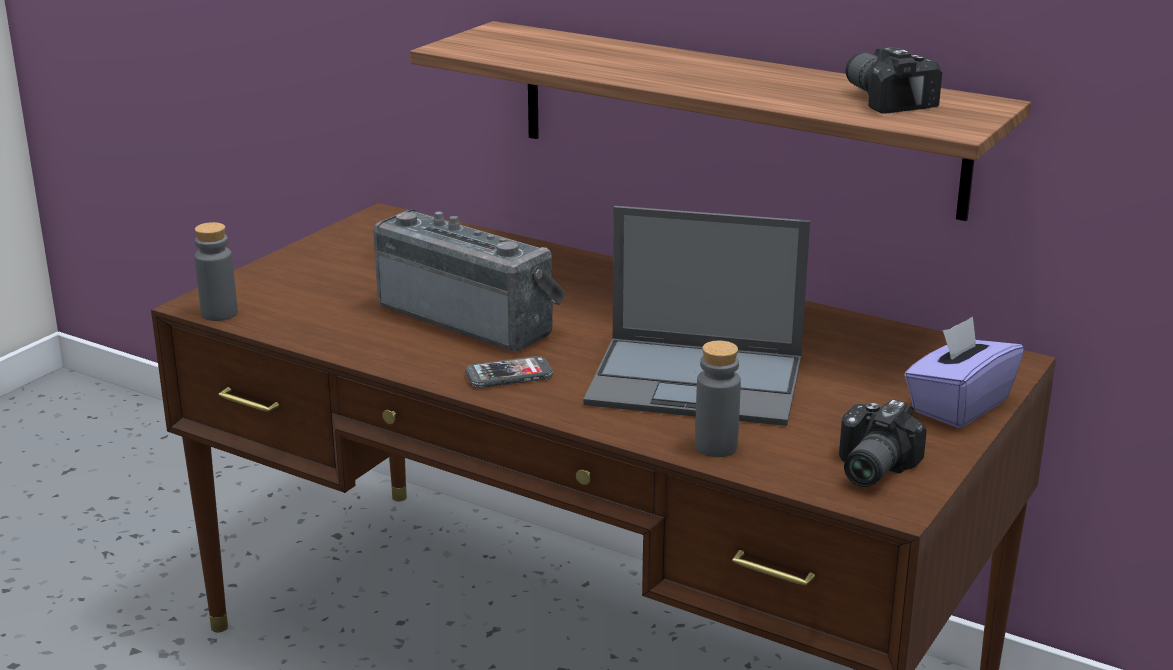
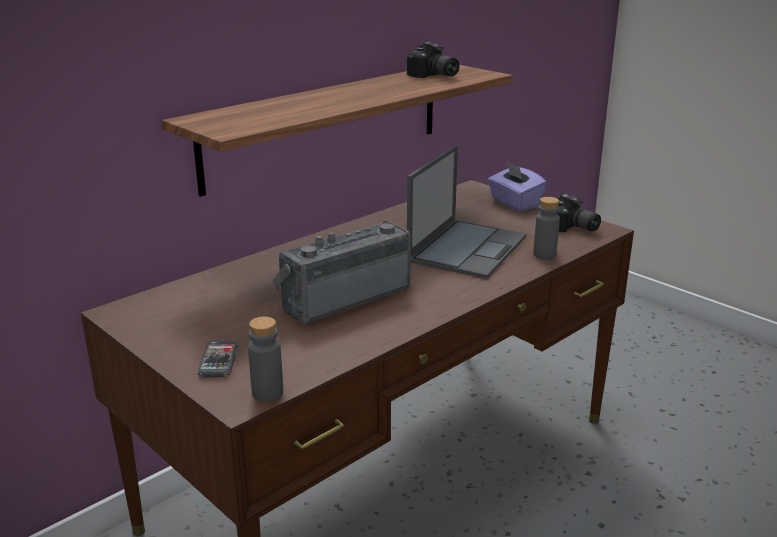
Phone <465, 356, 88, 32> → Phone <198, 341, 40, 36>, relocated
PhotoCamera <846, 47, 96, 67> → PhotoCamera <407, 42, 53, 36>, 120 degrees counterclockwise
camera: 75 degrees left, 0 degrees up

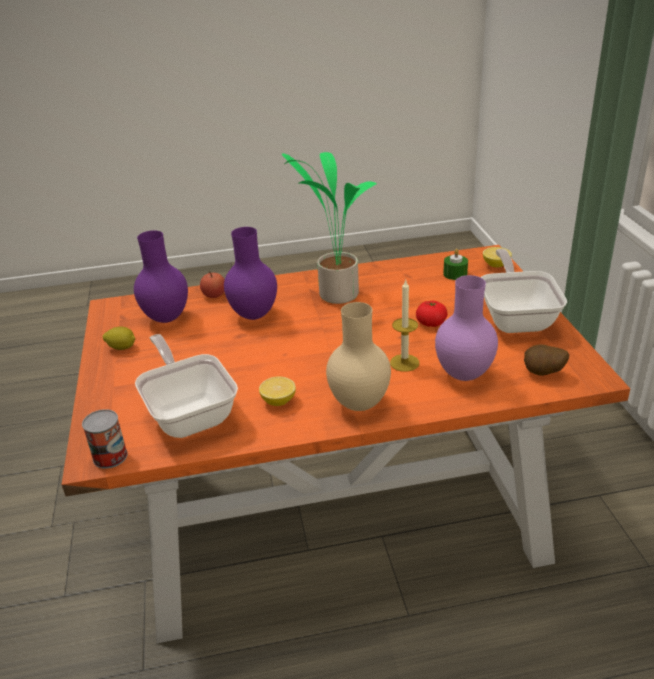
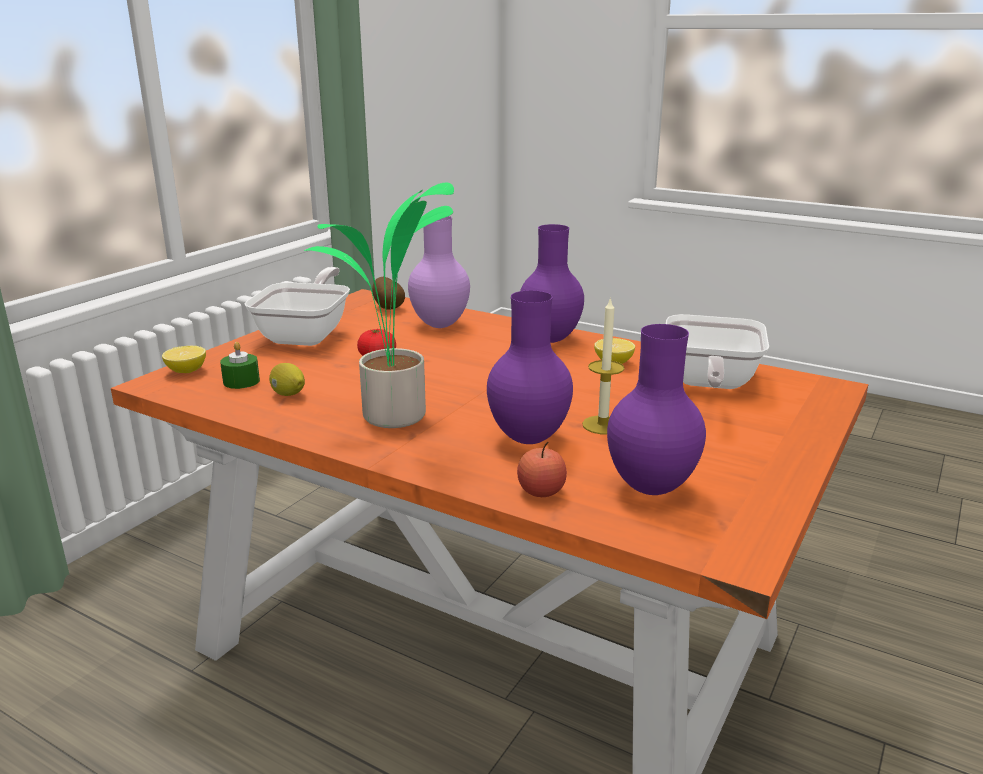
FryingPan <481, 249, 86, 84> → FryingPan <244, 267, 106, 79>, 150 degrees clockwise
Lemon <102, 327, 33, 23> → Lemon <269, 363, 36, 33>, relocated
BeigeVase <326, 302, 65, 109> → PurpleVase <520, 224, 64, 119>
Candle <390, 280, 29, 92> → Candle <582, 297, 43, 137>, relocated
Can <82, 409, 46, 60> → -
camera: 140 degrees left, 10 degrees down

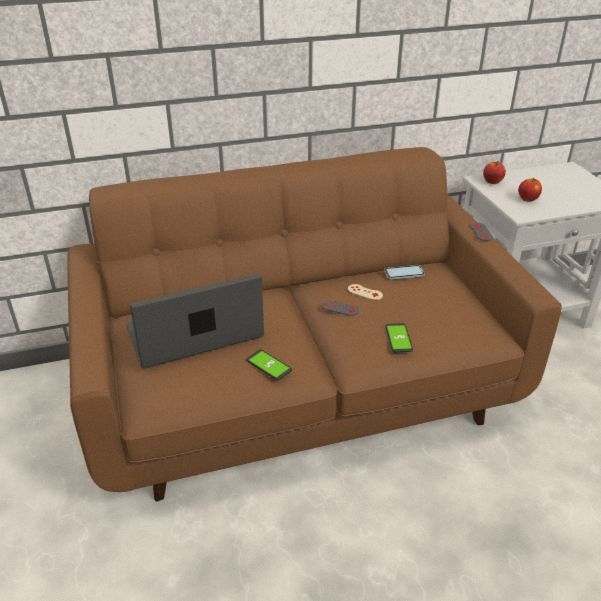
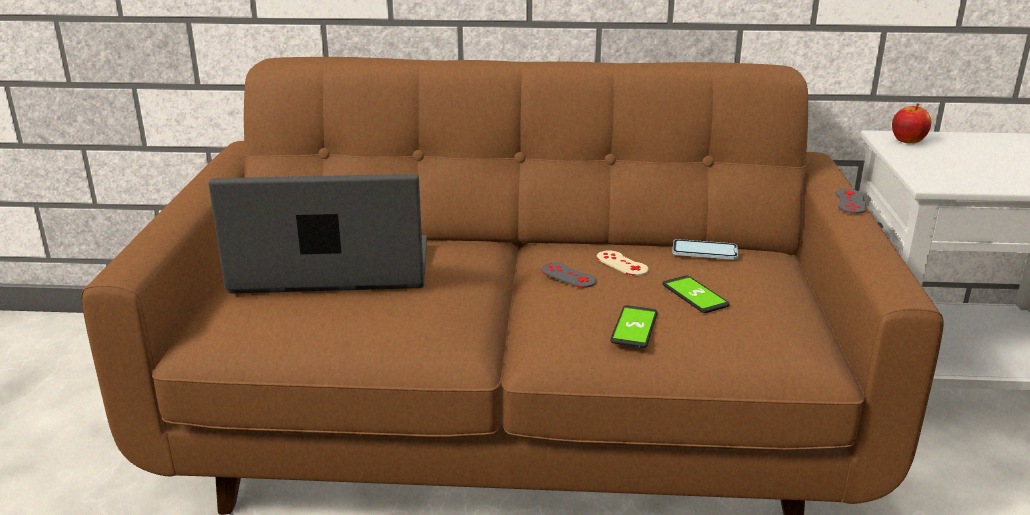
Phone <246, 350, 46, 30> → Phone <663, 276, 67, 37>, relocated
Apple <518, 178, 24, 24> → -
camera: 20 degrees right, 10 degrees down

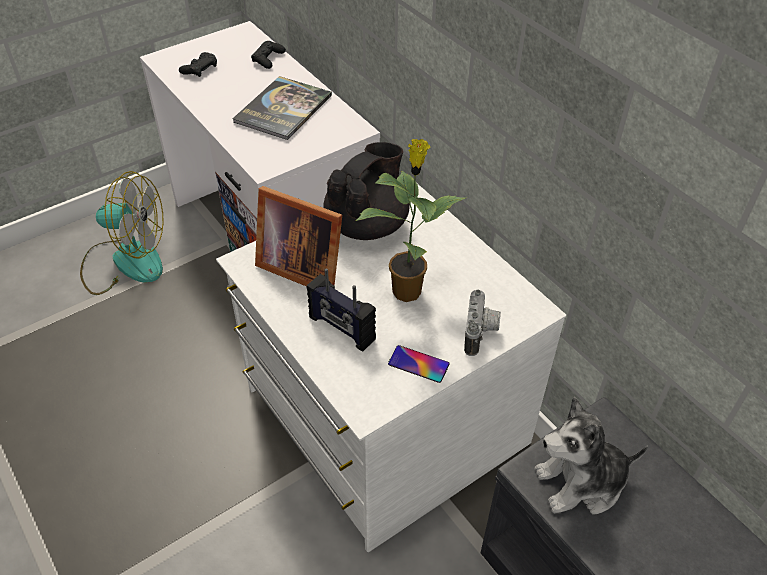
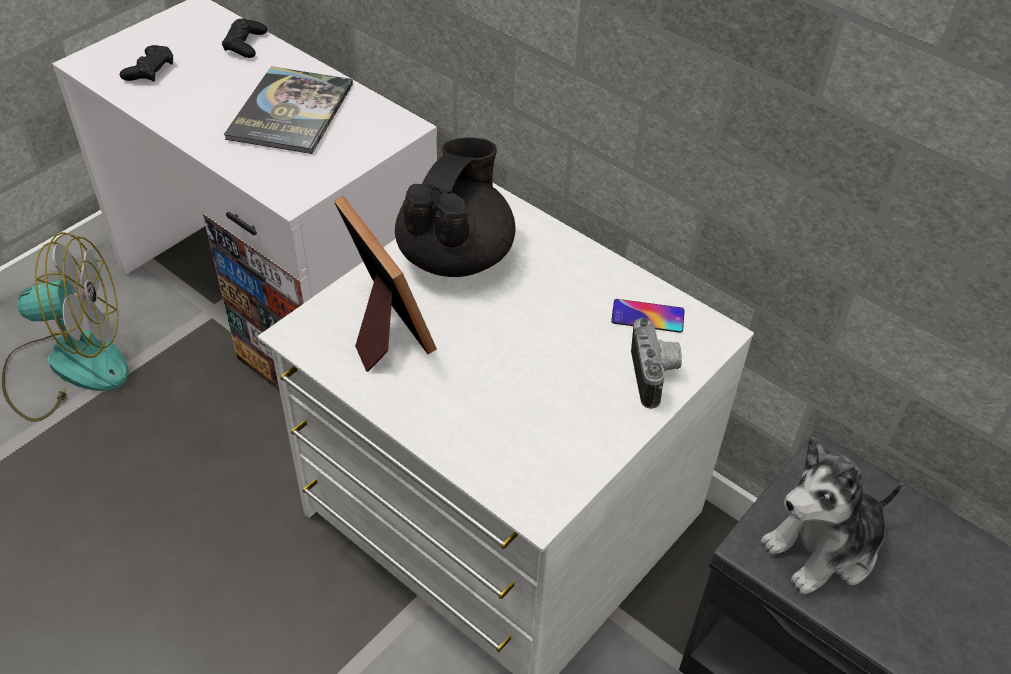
PictureFrame <255, 186, 87, 101> → PictureFrame <334, 196, 103, 176>, 135 degrees counterclockwise
Phone <388, 345, 62, 38> → Phone <611, 299, 74, 34>, relocated
Radio <307, 268, 69, 84> → -
PottedPlant <356, 139, 110, 163> → -
camera: 15 degrees left, 0 degrees up

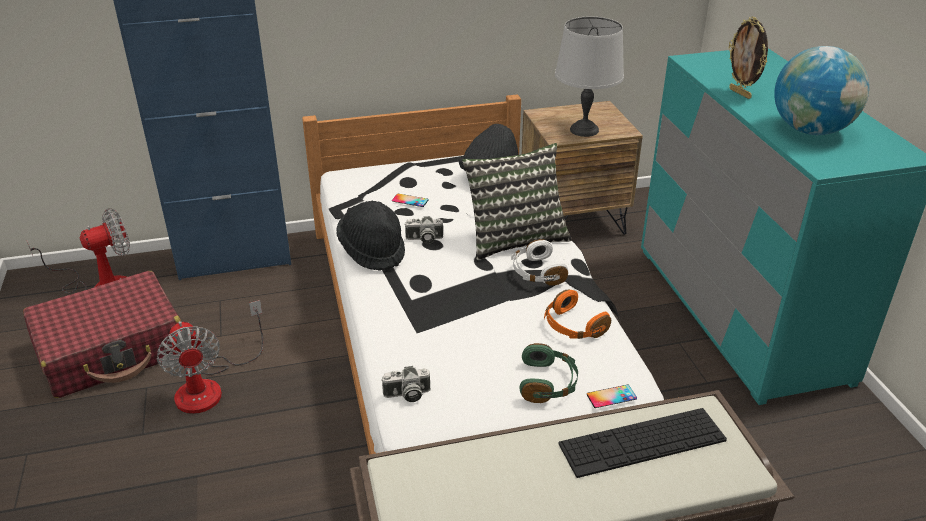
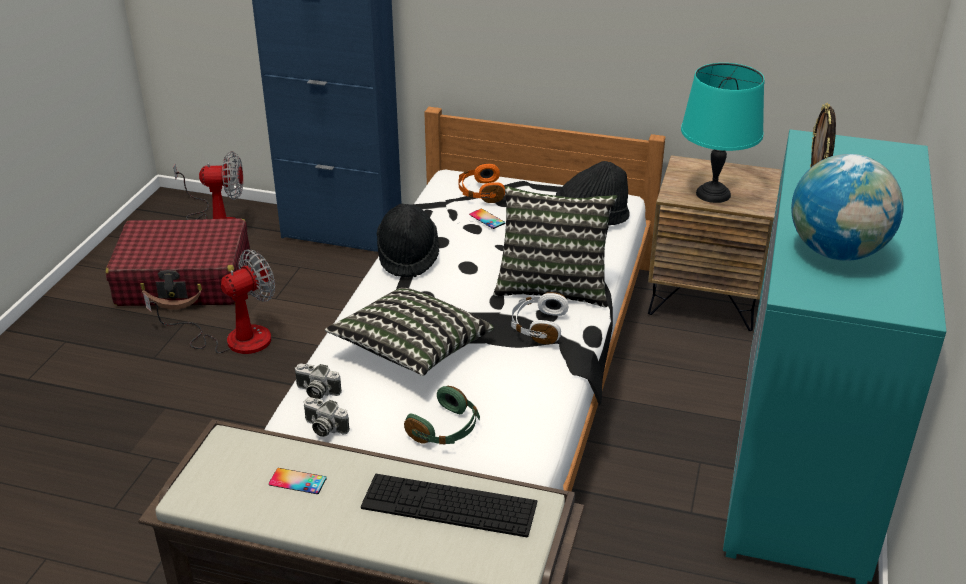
Fan <157, 300, 106, 114> → Fan <143, 249, 132, 105>, 135 degrees counterclockwise
Phone <587, 385, 50, 23> → Phone <269, 468, 58, 26>, relocated
PhotoCamera <404, 216, 39, 28> → PhotoCamera <304, 397, 46, 40>, relocated
- → Pillow <325, 287, 169, 89>
OrangeHeadphones <544, 289, 67, 50> → OrangeHeadphones <458, 163, 47, 40>, relocated
GreyTableLamp <555, 16, 69, 121> → TurquoiseTableLamp <681, 63, 83, 140>
camera: 30 degrees right, 0 degrees up

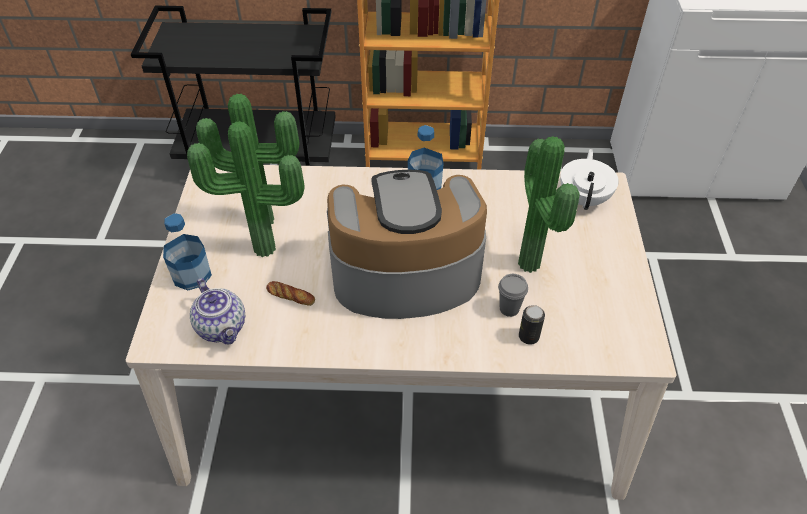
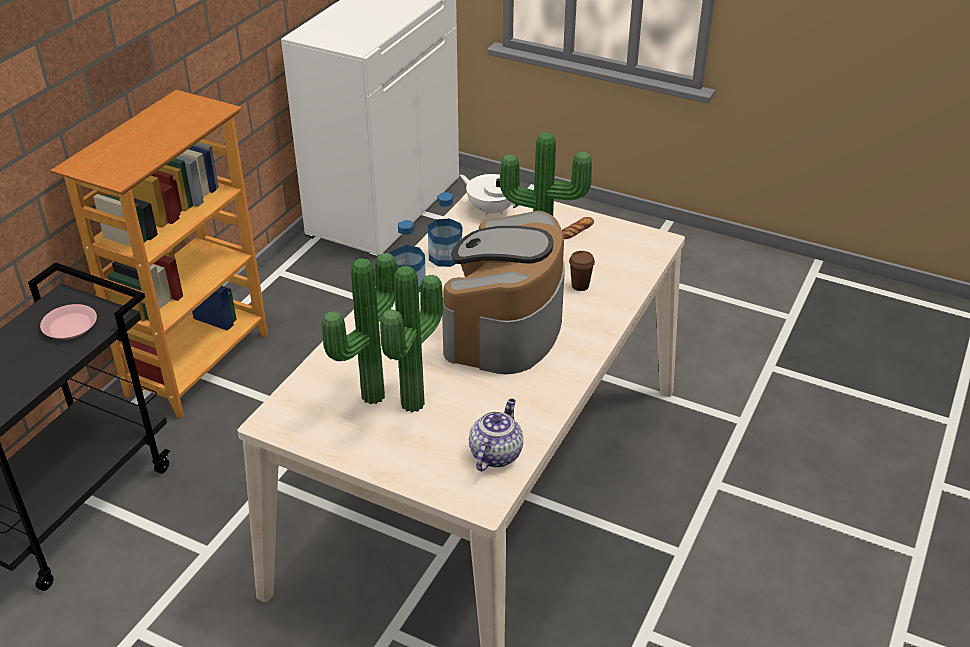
- → PinkPlate <40, 304, 57, 35>
Bottle <163, 213, 49, 77> → Bottle <428, 192, 34, 75>, relocated
Teapot <190, 278, 55, 66> → Teapot <469, 398, 54, 73>, 60 degrees counterclockwise
Bread <266, 281, 49, 25> → Bread <562, 217, 32, 22>, relocated
GreyCup <498, 274, 30, 43> → BrownCup <569, 251, 26, 40>
Can <519, 305, 26, 40> → -
camera: 65 degrees left, 10 degrees down

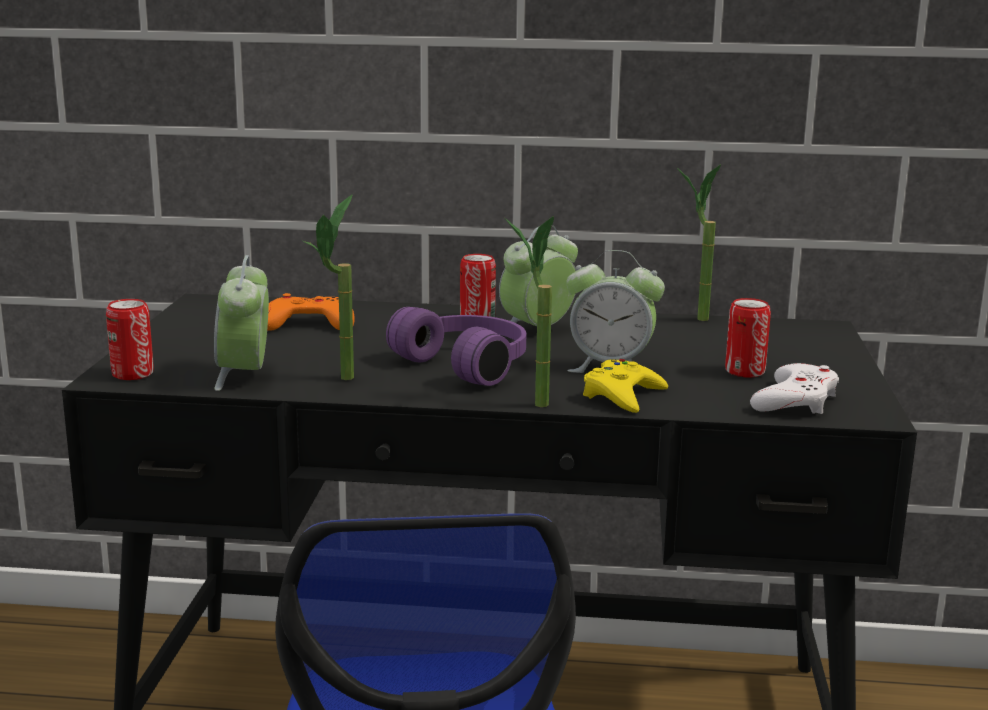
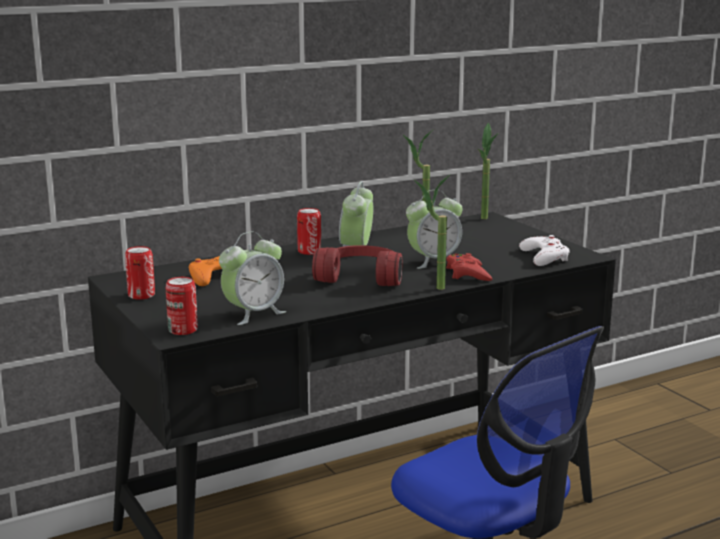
Can <725, 298, 46, 80> → Can <125, 246, 30, 54>, relocated
AlarmClock <214, 255, 55, 136> → AlarmClock <219, 232, 67, 93>, 90 degrees counterclockwise
PurpleHeadphones <386, 307, 140, 79> → RedHeadphones <312, 245, 90, 41>
YellowGameController <583, 359, 85, 54> → RedGameController <446, 253, 46, 28>
PottedPlant <303, 194, 51, 186> → PottedPlant <478, 123, 20, 96>, relocated
camera: 35 degrees left, 0 degrees up

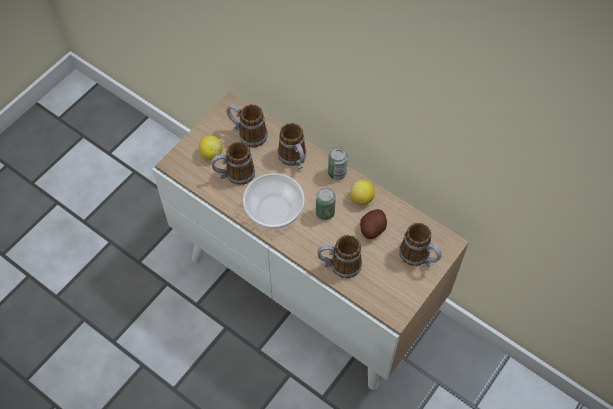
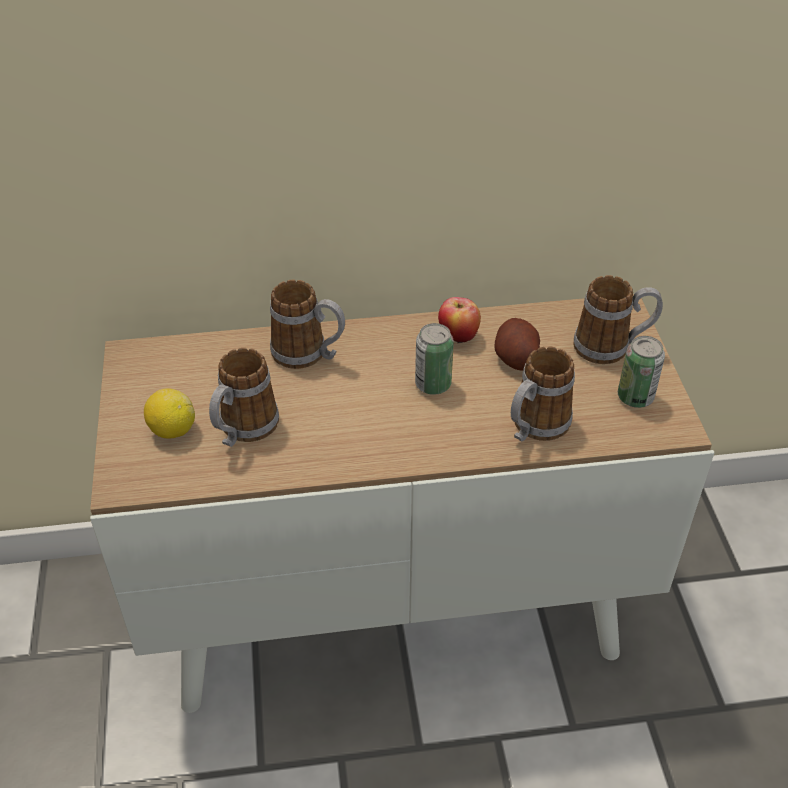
Lemon <350, 180, 25, 25> → Apple <438, 297, 43, 46>
Can <328, 147, 20, 33> → Can <618, 336, 47, 72>, relocated
Mug <227, 104, 41, 43> → -
Bowl <243, 173, 62, 56> → -
camera: 45 degrees left, 15 degrees down

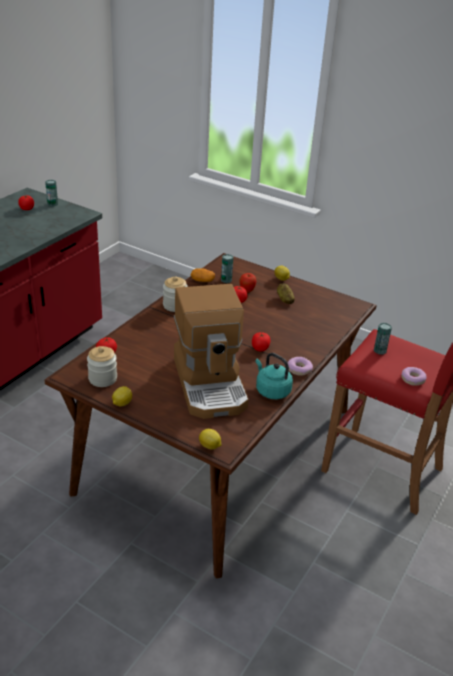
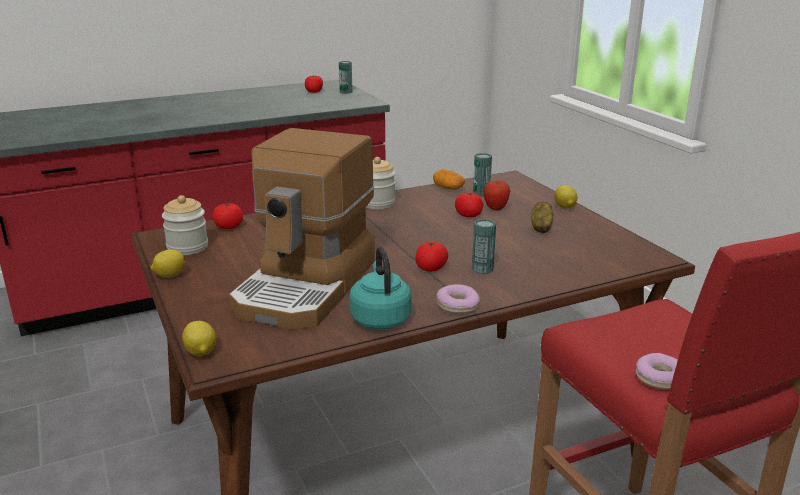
Can <374, 323, 18, 32> → Can <472, 219, 24, 55>, relocated
camera: 35 degrees right, 10 degrees down

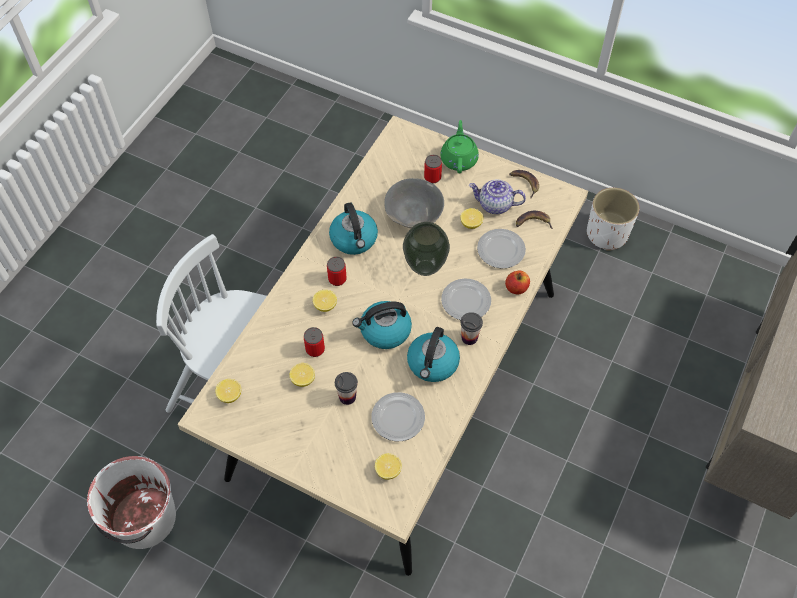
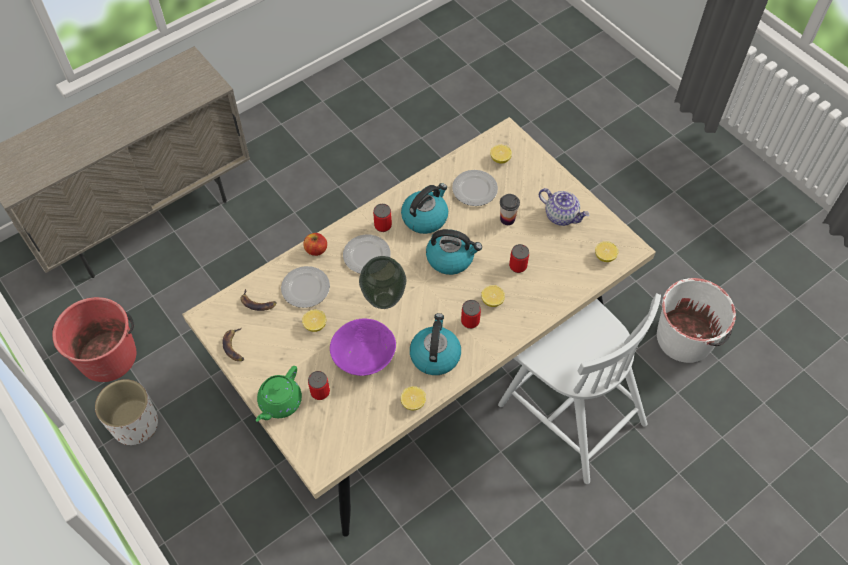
- → RedBucket <52, 297, 85, 85>
GreyBowl <384, 178, 60, 50> → PurpleBowl <330, 318, 66, 58>
Cup <460, 312, 23, 33> → Can <373, 204, 19, 28>
Lemon <290, 363, 25, 24> → Lemon <401, 386, 25, 24>, relocated
Teapot <469, 179, 57, 35> → Teapot <539, 188, 50, 38>, relocated
camera: 155 degrees left, 0 degrees up

